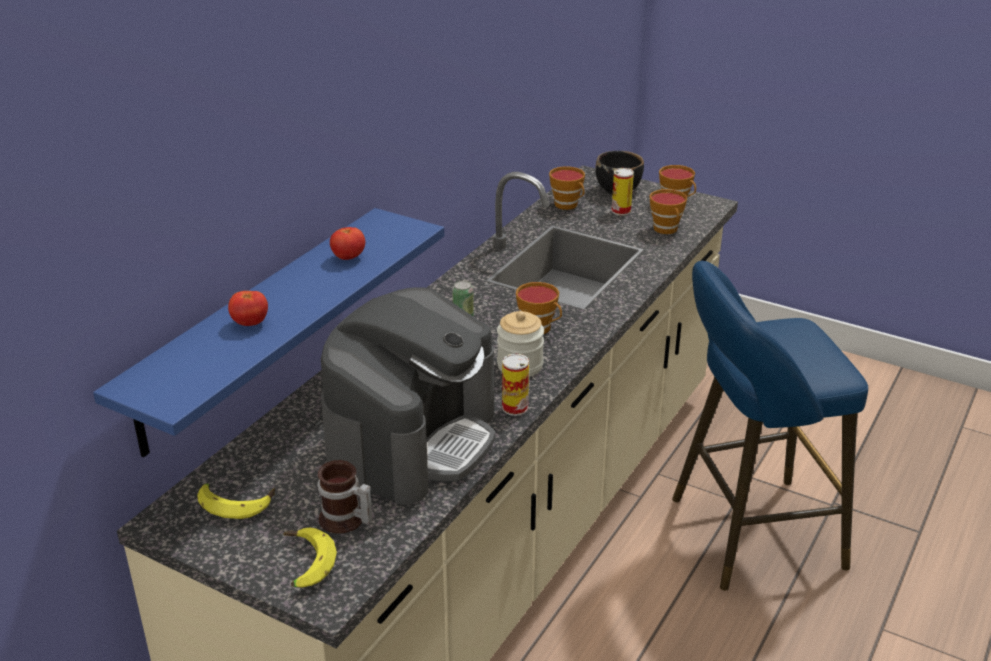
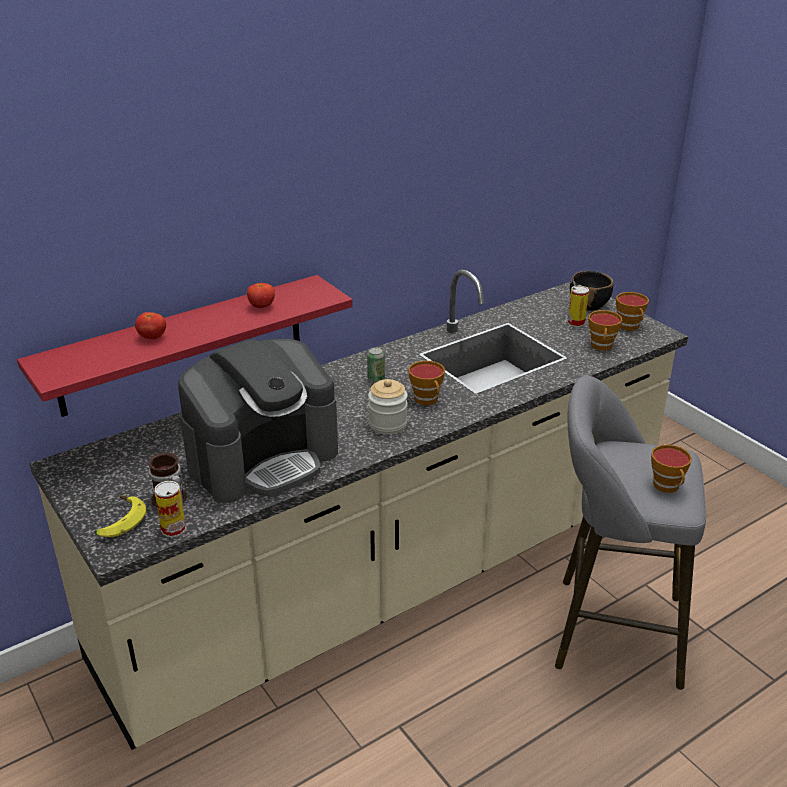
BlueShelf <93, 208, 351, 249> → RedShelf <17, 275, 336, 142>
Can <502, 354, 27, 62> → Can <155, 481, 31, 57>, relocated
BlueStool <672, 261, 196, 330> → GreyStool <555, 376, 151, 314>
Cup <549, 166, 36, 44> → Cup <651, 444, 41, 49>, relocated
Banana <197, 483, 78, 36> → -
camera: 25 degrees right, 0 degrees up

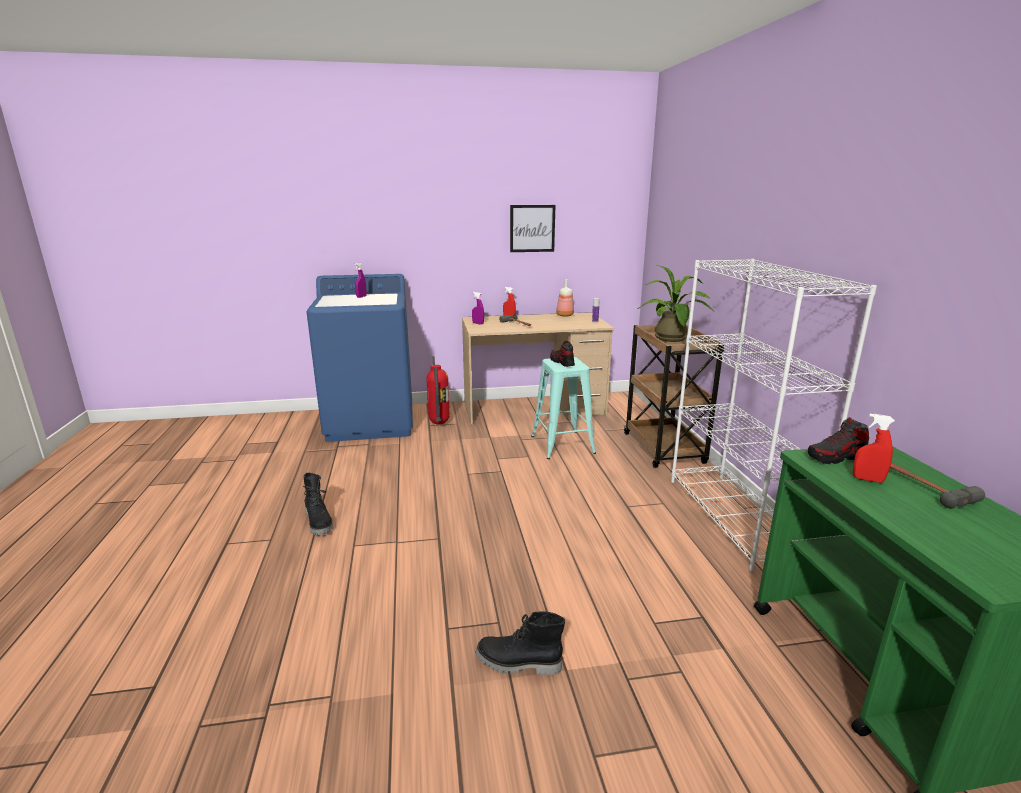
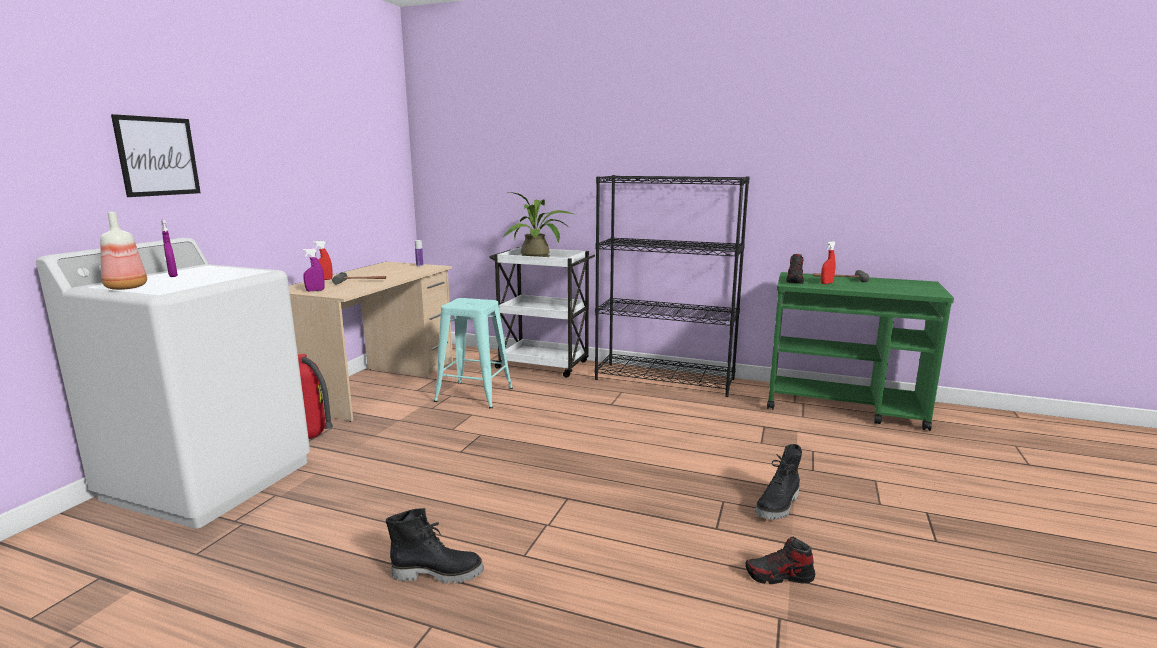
BlueWashingMachine <307, 274, 106, 168> → WhiteWashingMachine <36, 238, 274, 291>
Bottle <556, 279, 18, 38> → Bottle <100, 212, 47, 78>, relocated
Picture <510, 205, 45, 47> → Picture <111, 114, 90, 83>, relocated
BrownCart <624, 325, 100, 143> → WhiteCart <489, 247, 106, 131>
WhiteBookcase <671, 259, 206, 313> → BlackBookcase <595, 175, 155, 222>
Shoe <550, 341, 25, 26> → Shoe <746, 537, 69, 47>, relocated
camera: 60 degrees left, 5 degrees down

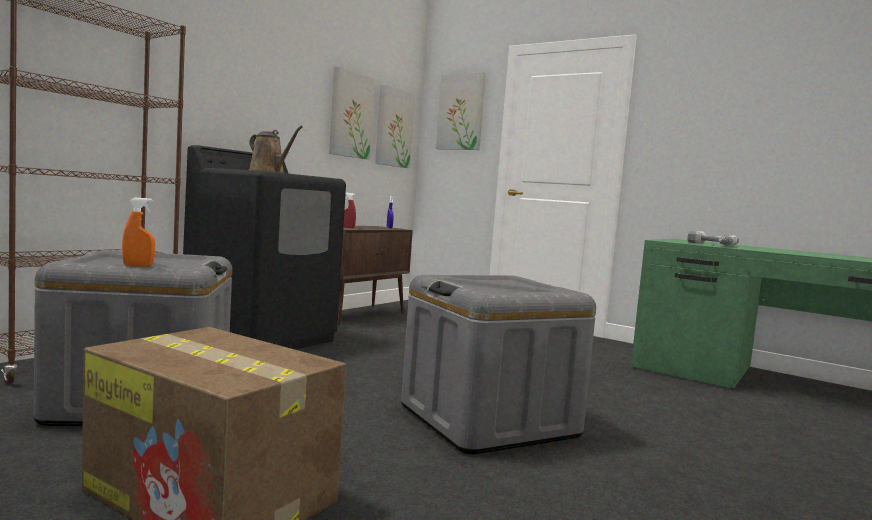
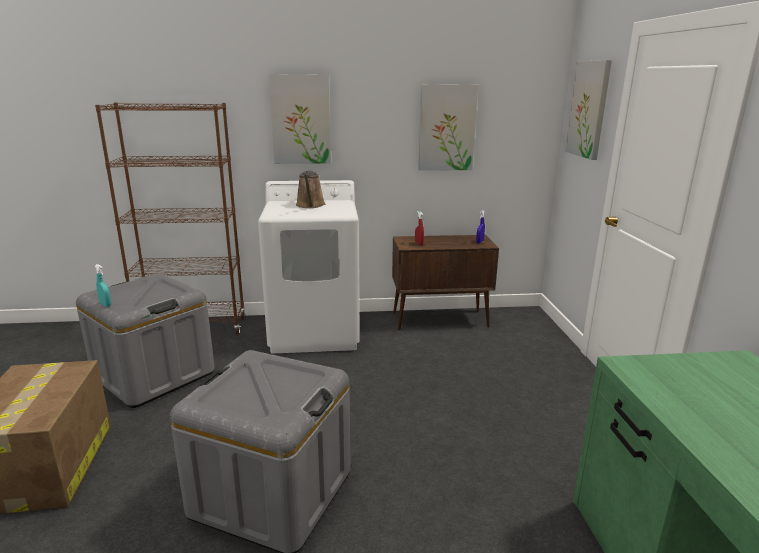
OrangeSprayBottle <122, 198, 33, 69> → TurquoiseSprayBottle <95, 264, 16, 43>
BlackWashingMachine <183, 145, 163, 204> → WhiteWashingMachine <258, 180, 102, 173>
Picture <375, 85, 40, 83> → Picture <269, 74, 62, 90>, relocated
PowerDrill <687, 231, 52, 15> → -
camera: 50 degrees right, 15 degrees up

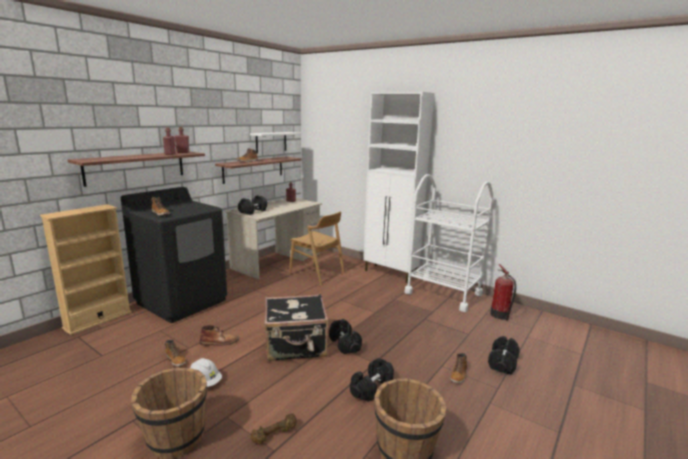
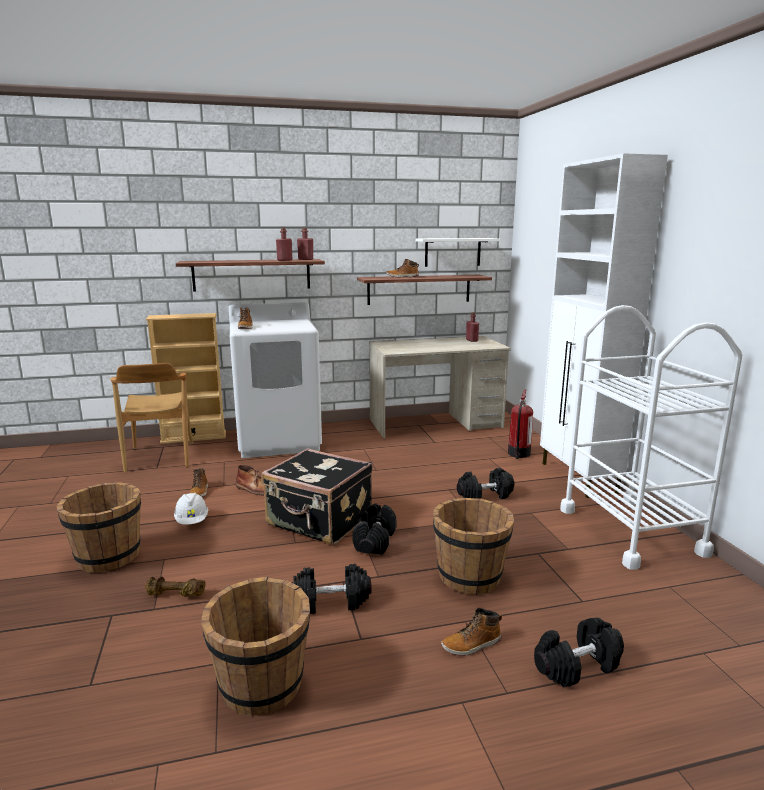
BrownChair <289, 212, 55, 74> → BrownChair <111, 363, 82, 110>, relocated
BlackWashingMachine <121, 187, 106, 136> → WhiteWashingMachine <229, 302, 93, 156>
- → BrownBucket <433, 498, 81, 97>
BlackDumbbell <238, 195, 29, 20> → BlackDumbbell <457, 468, 57, 31>, relocated
FireExtinguisher <490, 264, 26, 57> → FireExtinguisher <508, 389, 25, 70>, relocated
camera: 40 degrees right, 0 degrees up

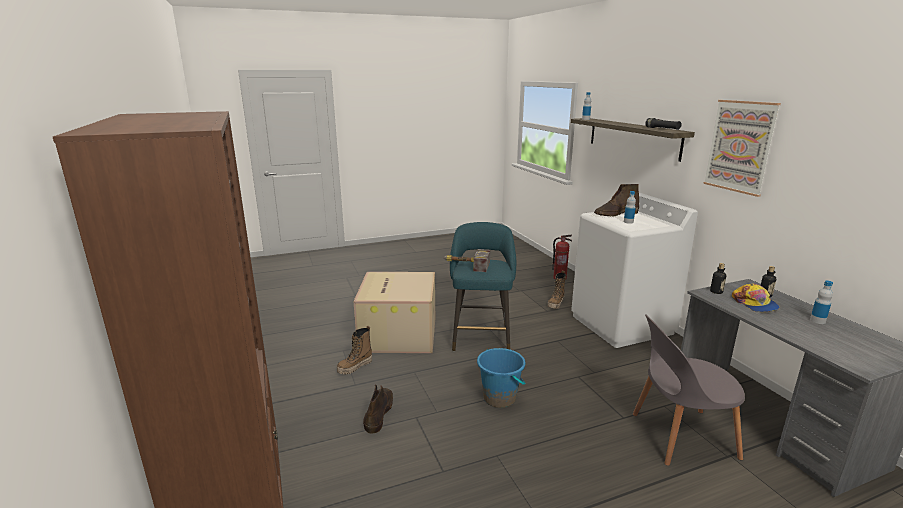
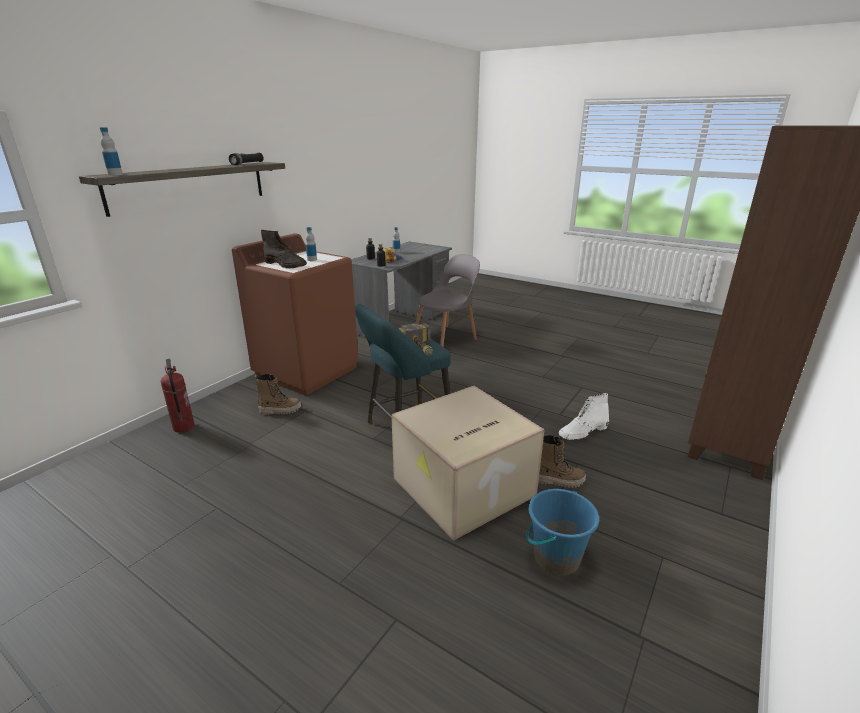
WhiteWashingMachine <571, 193, 127, 155> → BrownWashingMachine <232, 233, 126, 162>
GreyChair <633, 314, 112, 152> → GreyChair <416, 254, 64, 92>, 90 degrees counterclockwise
BlueBucket <477, 348, 49, 60> → BlueBucket <526, 489, 73, 87>, relocated
BrownBoot <363, 384, 30, 50> → WhiteBoot <559, 393, 50, 47>
Picture <703, 100, 78, 97> → -
camera: 125 degrees left, 5 degrees up

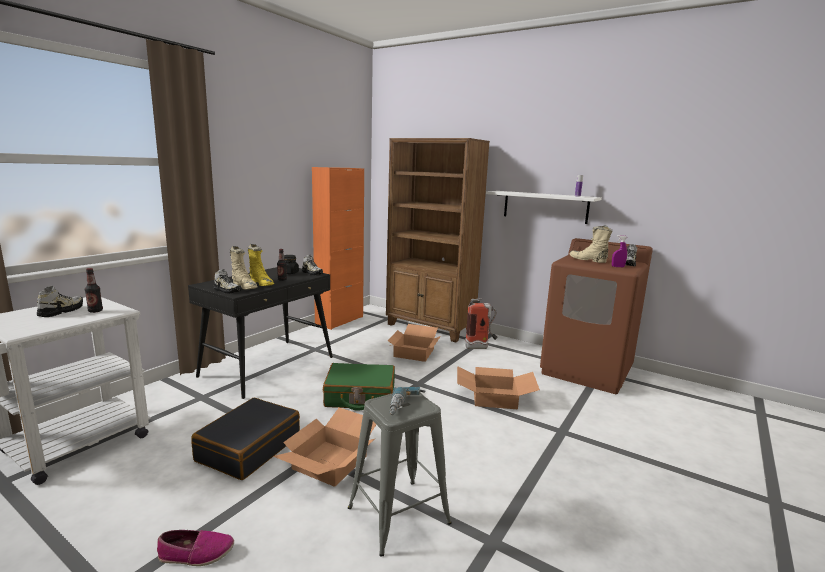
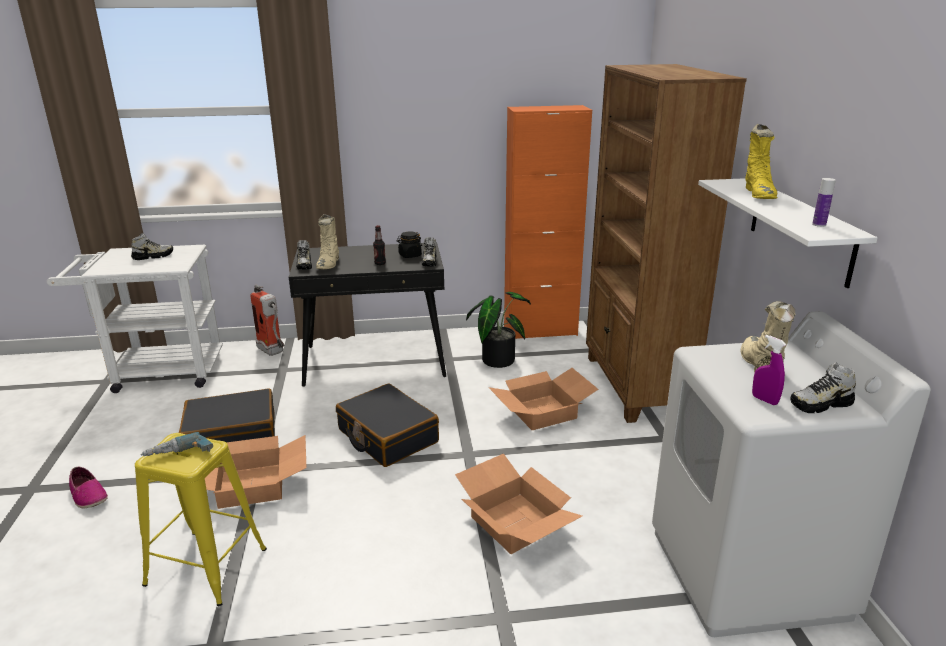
GreyStool <348, 393, 104, 163> → YellowStool <135, 433, 132, 173>
FireExtinguisher <465, 298, 33, 51> → FireExtinguisher <251, 285, 34, 71>, relocated
GreenSuitcase <323, 363, 72, 48> → BlackSuitcase <336, 383, 103, 84>
- → PottedPlant <466, 292, 65, 76>
BrownWashingMachine <540, 238, 113, 156> → WhiteWashingMachine <652, 311, 279, 326>
YellowBoot <248, 244, 26, 42> → YellowBoot <745, 124, 32, 75>, relocated
Bottle <85, 268, 18, 45> → -
camera: 50 degrees right, 10 degrees up

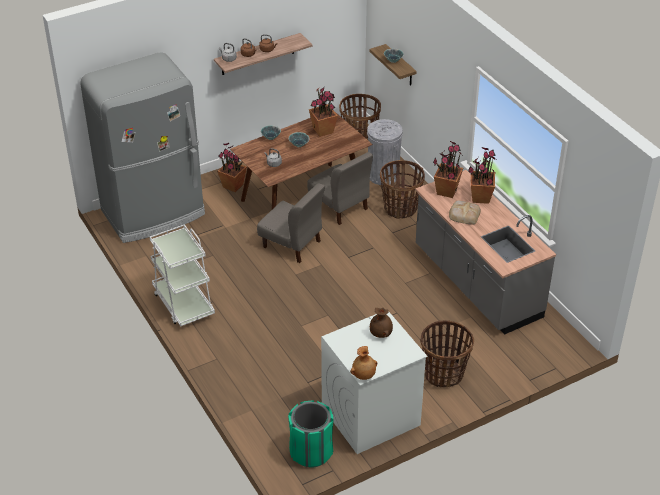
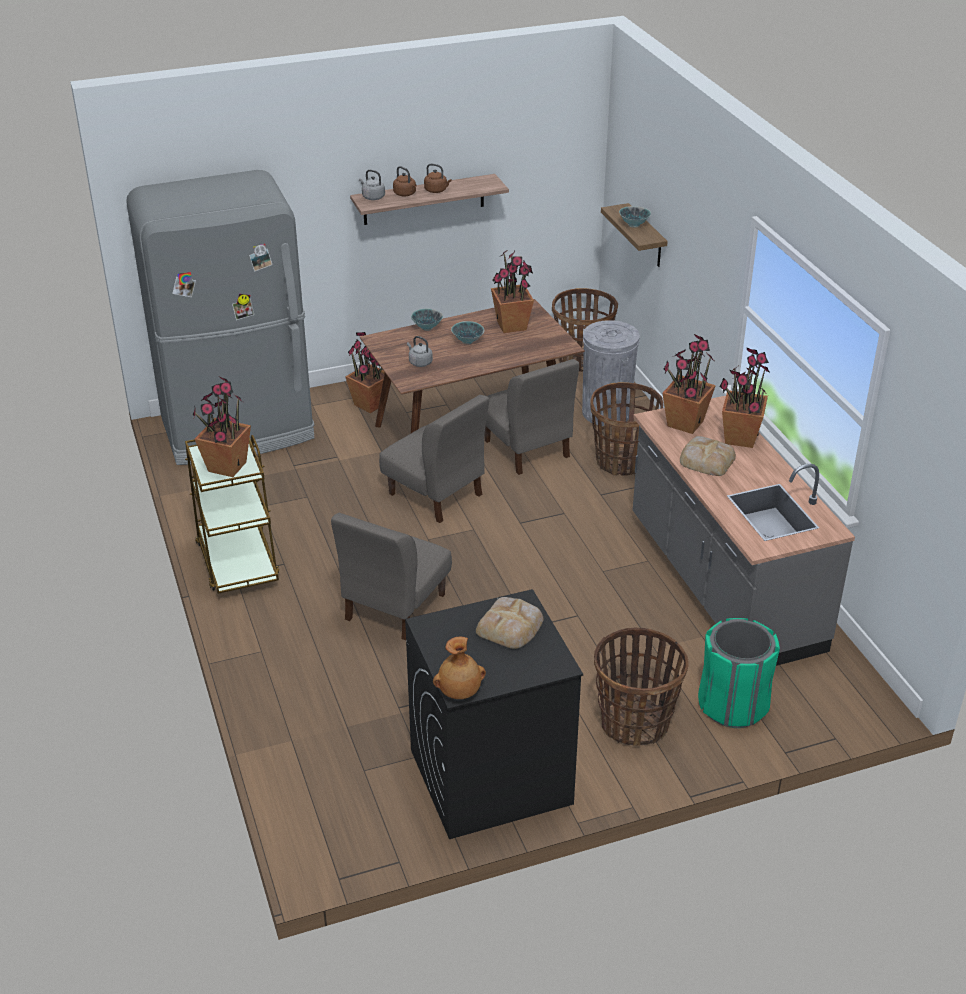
WhiteCart <150, 224, 65, 102> → BrownCart <185, 435, 95, 159>
- → PottedPlant <193, 377, 58, 100>
- → GreyChair <331, 513, 121, 127>
WhiteWashingMachine <321, 312, 106, 142> → BlackWashingMachine <405, 589, 178, 250>
BrownVase <370, 308, 23, 30> → Bread <476, 597, 68, 52>
GreenTrashCan <288, 400, 45, 68> → GreenTrashCan <698, 618, 82, 110>, relocated
camera: 10 degrees right, 5 degrees down

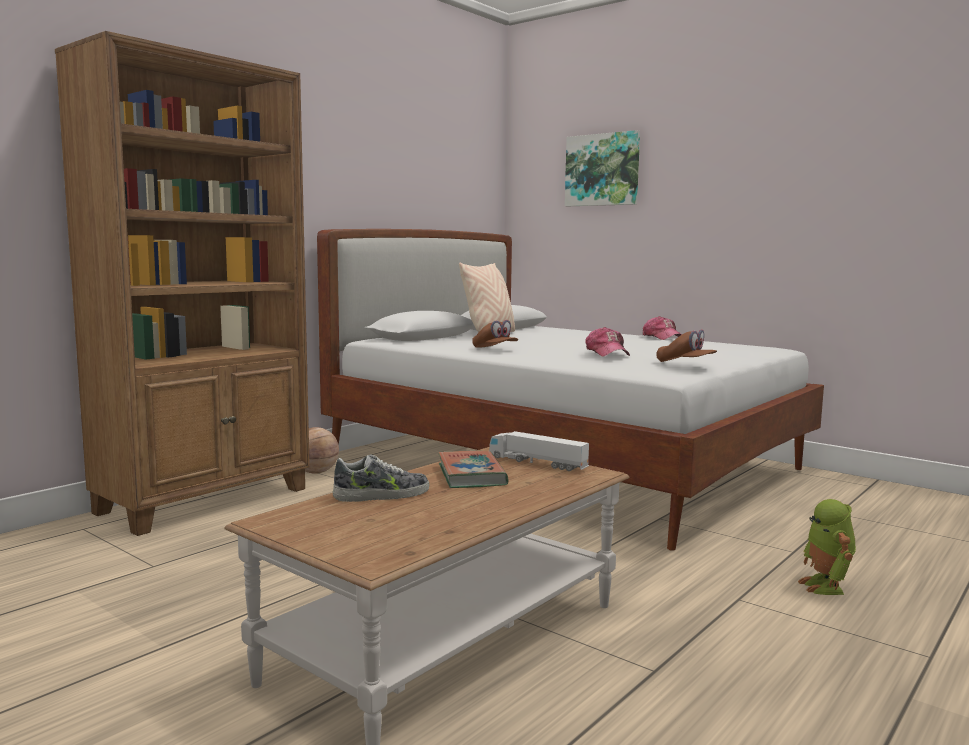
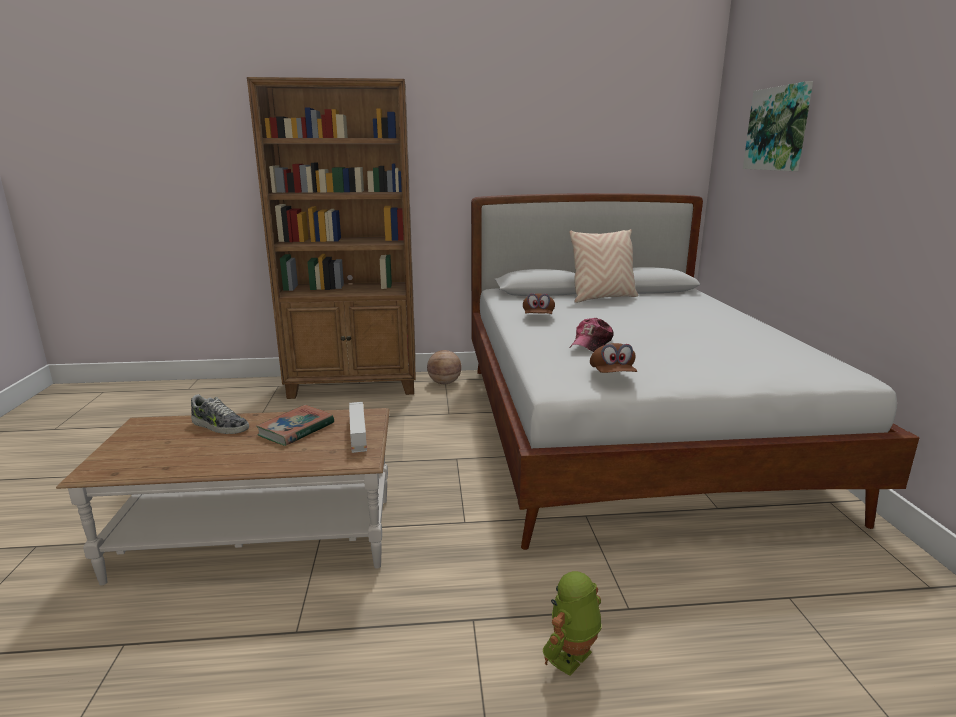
Cap <643, 316, 39, 24> → -
camera: 45 degrees right, 10 degrees up

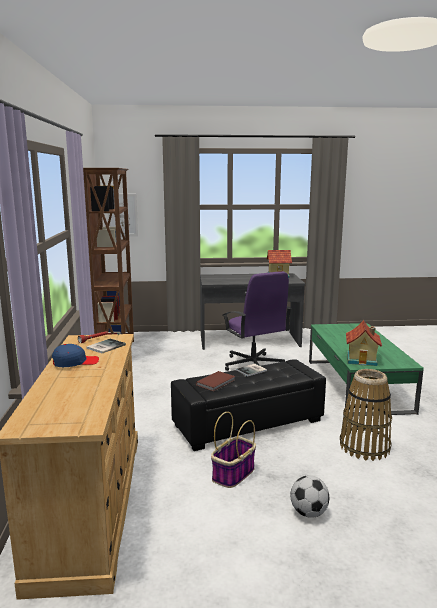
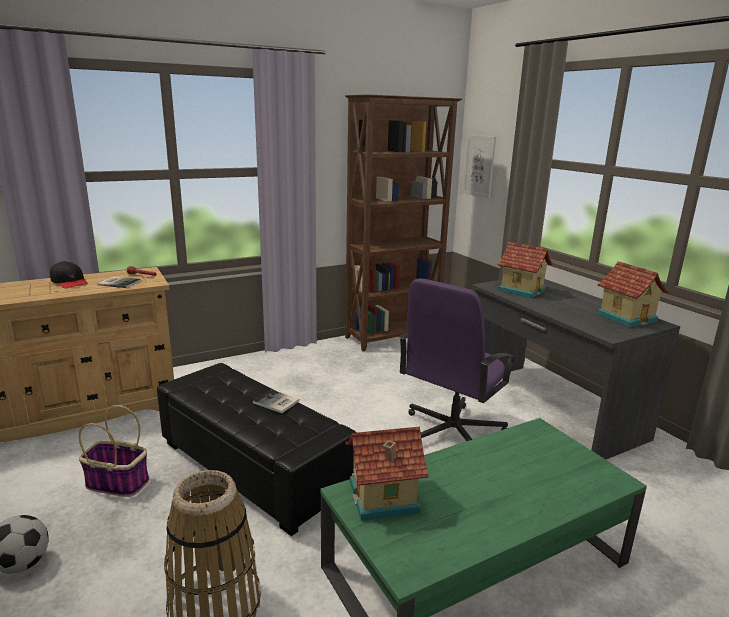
BlueCap <52, 344, 47, 23> → BlackCap <50, 261, 38, 28>
- → ToyHouse <498, 242, 55, 56>
BrownBook <196, 371, 39, 20> → -
camera: 65 degrees right, 5 degrees up

